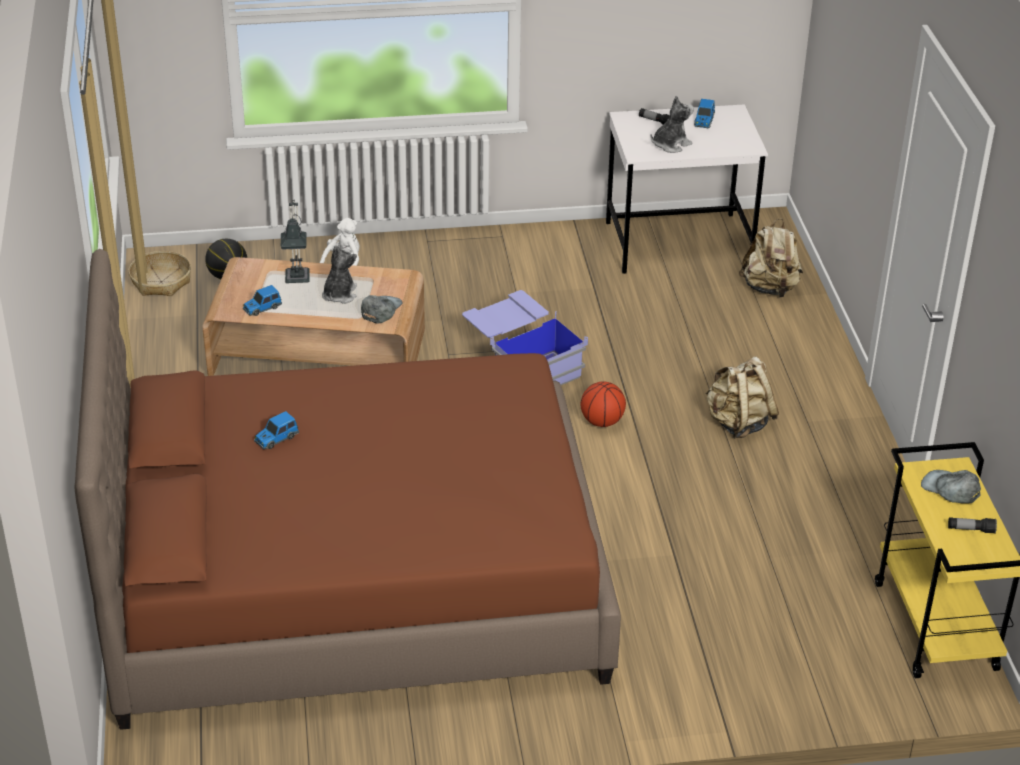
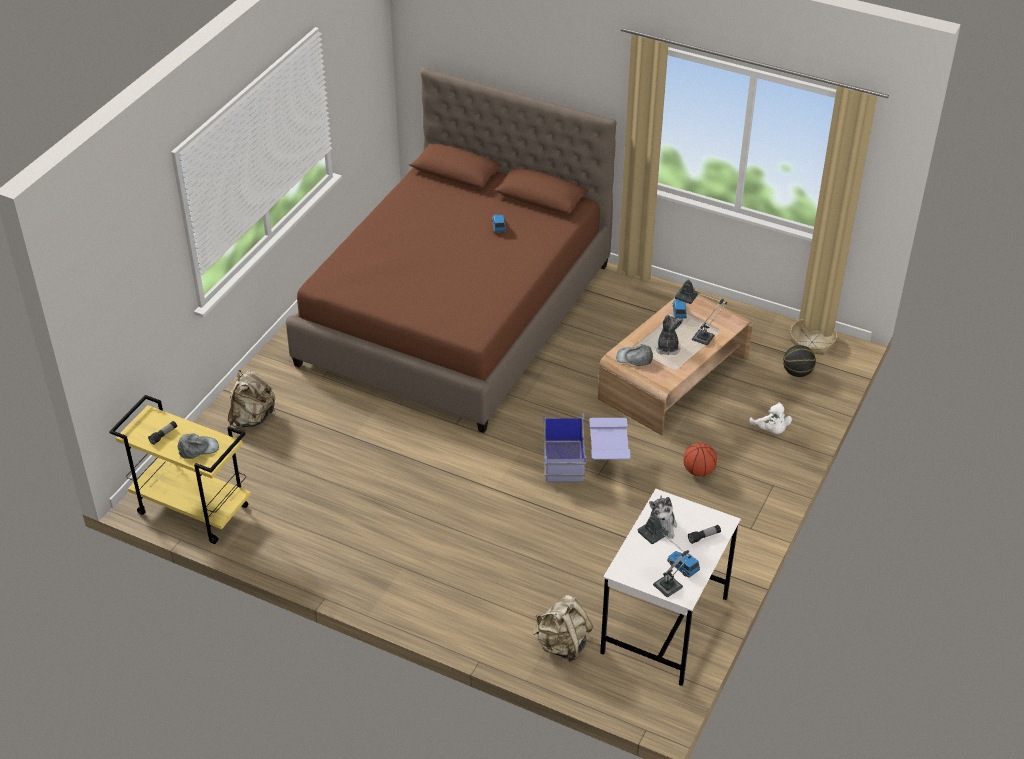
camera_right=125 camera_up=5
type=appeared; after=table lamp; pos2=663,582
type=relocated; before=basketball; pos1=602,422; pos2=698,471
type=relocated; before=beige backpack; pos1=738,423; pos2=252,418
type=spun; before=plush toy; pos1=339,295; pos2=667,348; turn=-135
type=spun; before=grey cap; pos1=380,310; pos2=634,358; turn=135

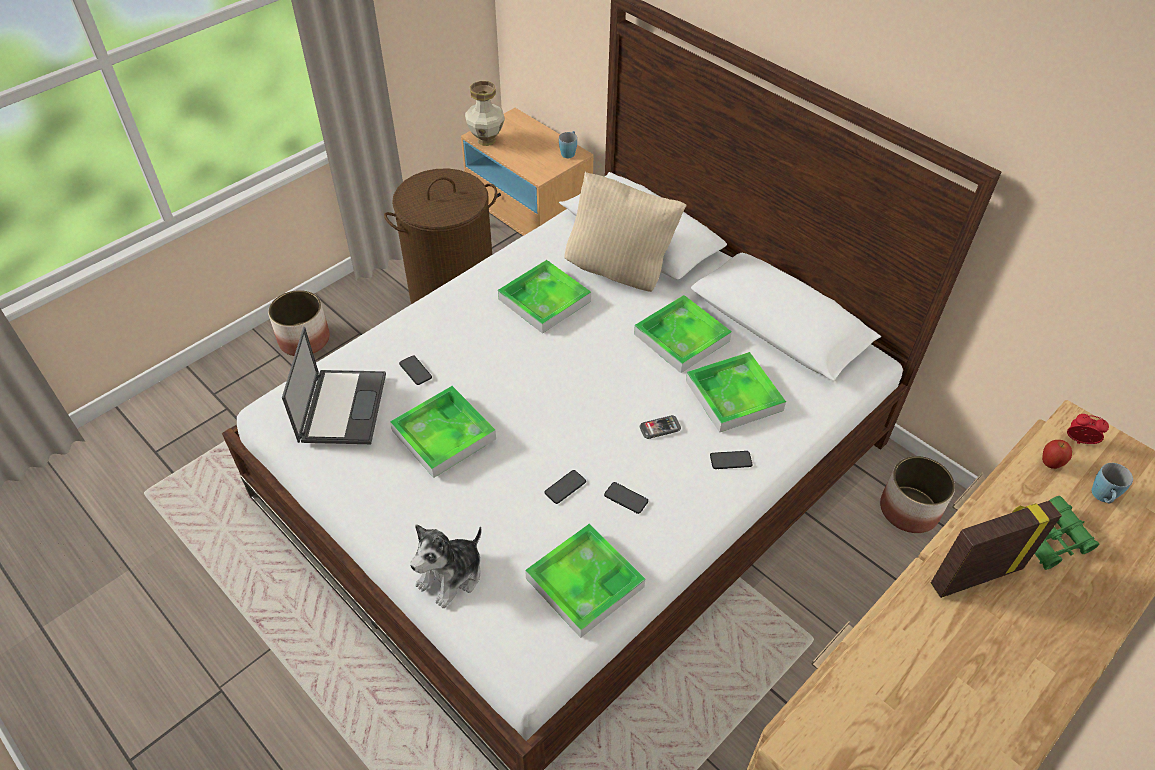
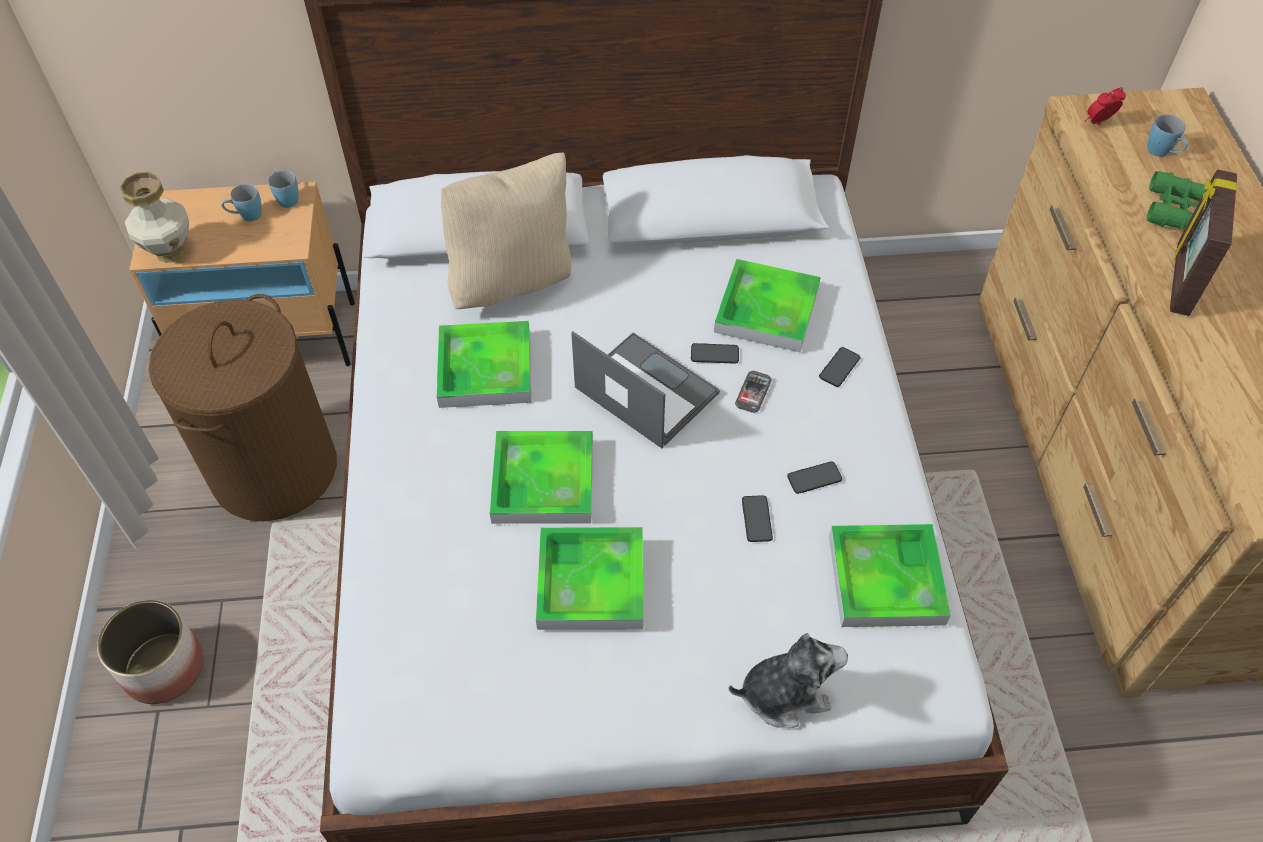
camera_right=-50 camera_up=5
type=missing; before=planter; pos1=909,510
type=missing; before=apple; pos1=1050,464
type=appeared; after=blue mug; pos2=246,216
type=relocated; before=laptop; pos1=342,406; pos2=644,390
type=relocated; before=phone; pos1=415,371; pos2=714,354
type=relocated; before=tray; pos1=681,337; pos2=543,481
type=spun; before=plush toy; pos1=451,576; pos2=784,693; turn=-90

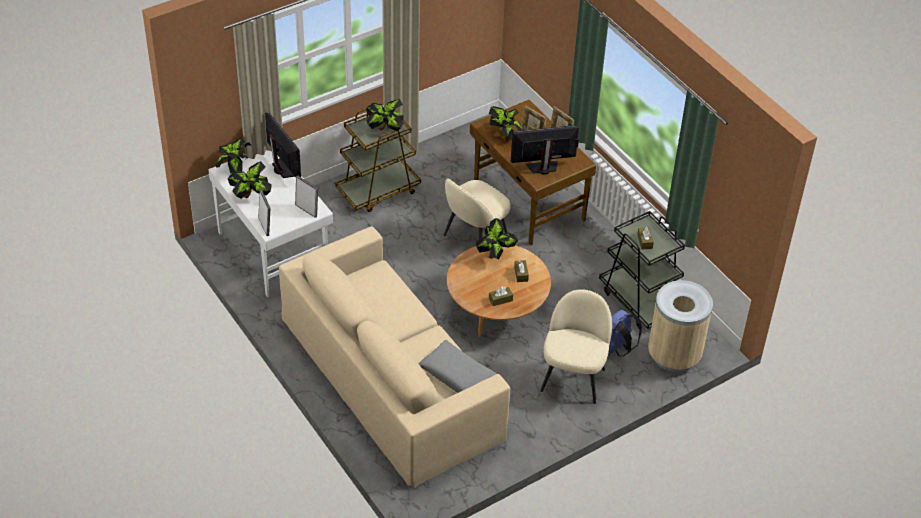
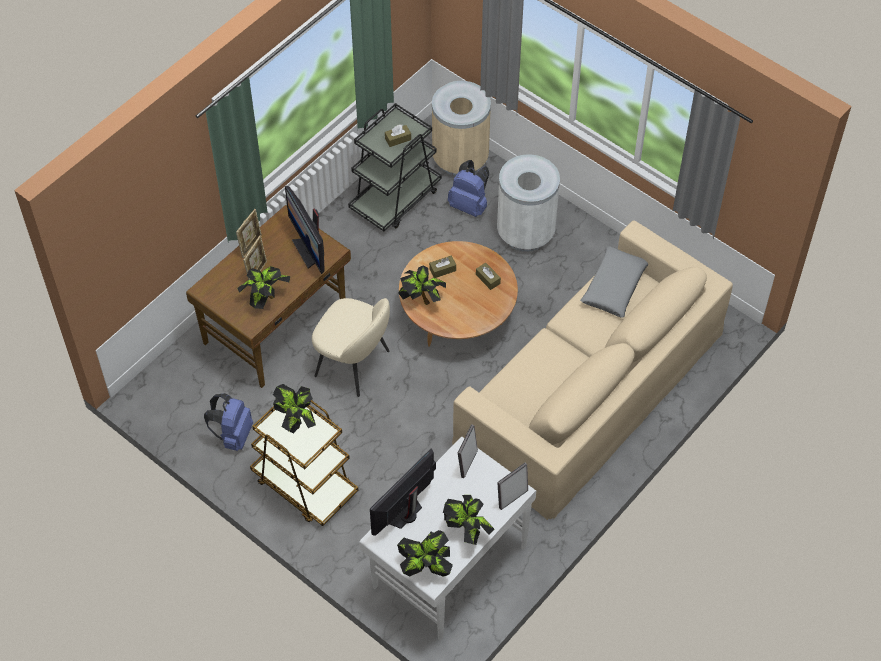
camera_right=-105 camera_up=10
type=appeared; after=blue backpack; pos2=233,435
type=exchanged; before=beige chair; after=white trash can; pos1=573,378; pos2=525,233

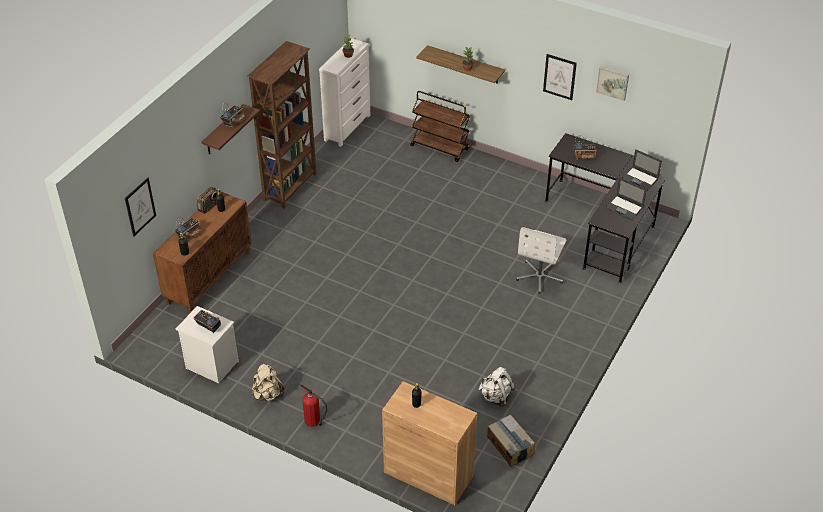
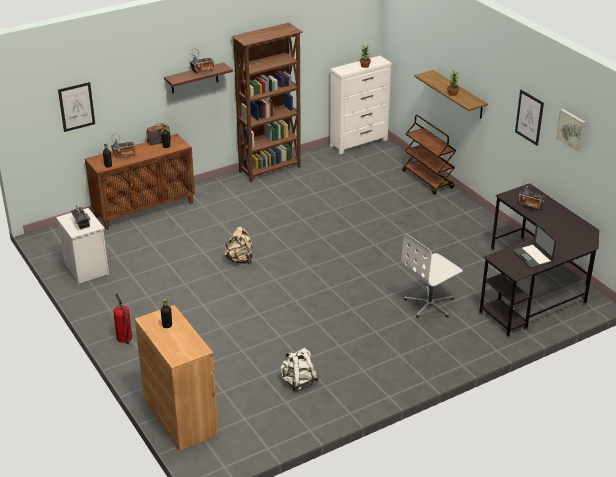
camera_right=30 camera_up=-10
type=missing; before=cardboard box; pos1=510,445
type=missing; before=laptop; pos1=640,179
type=relocated; before=beige backpack; pos1=268,394; pos2=240,260

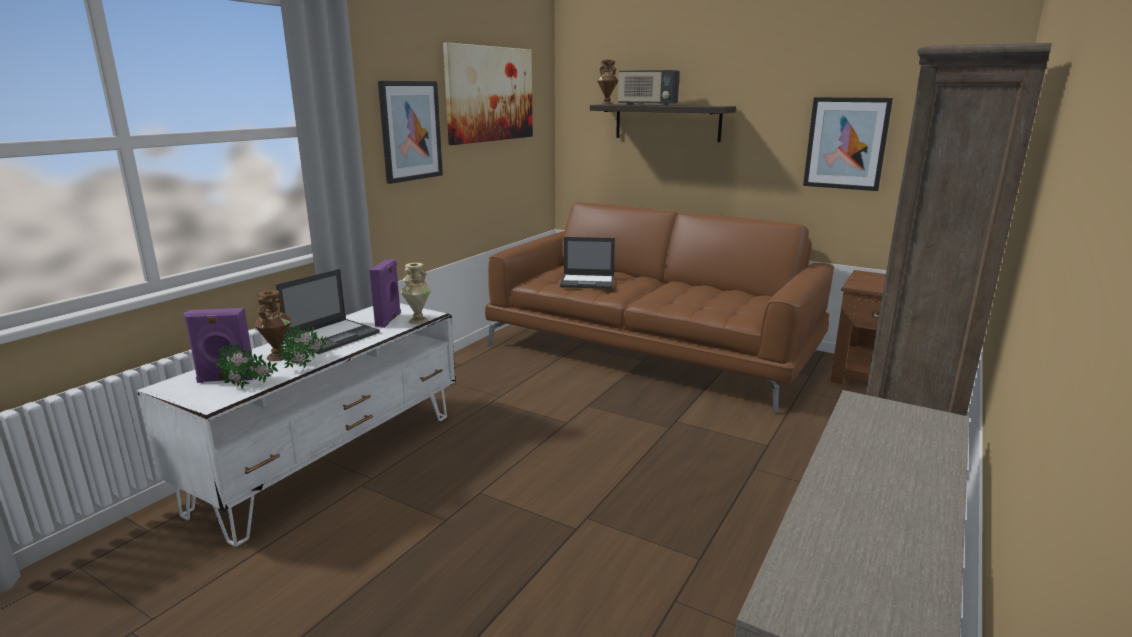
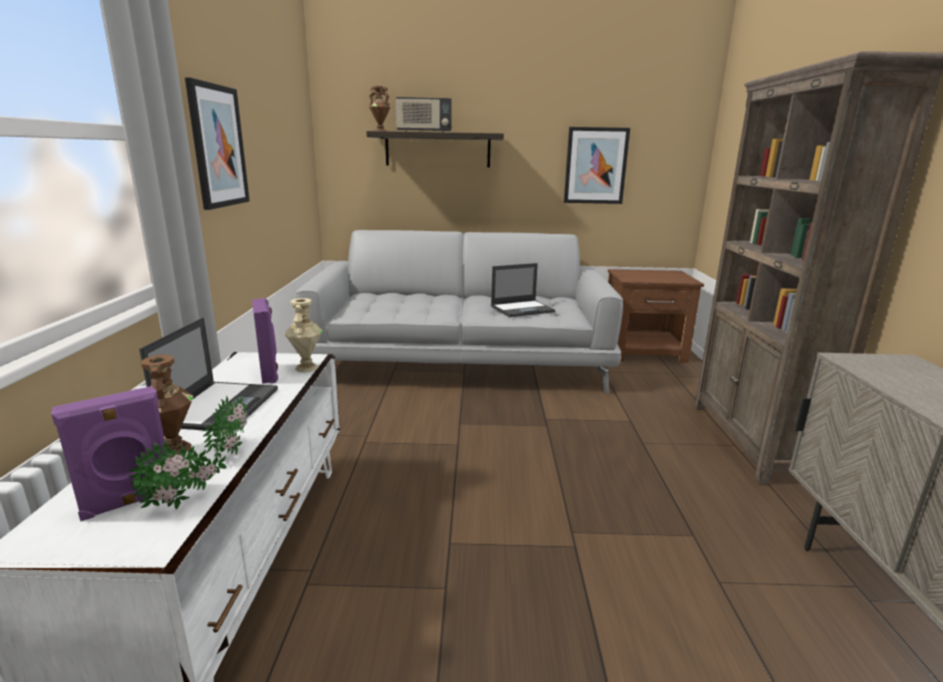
camera_right=-30 camera_up=0
type=missing; before=picture; pos1=490,94
type=relocated; before=laptop; pos1=588,282; pos2=523,309
type=colour; before=brown sofa; after=grey sofa; pos1=652,349; pos2=461,361

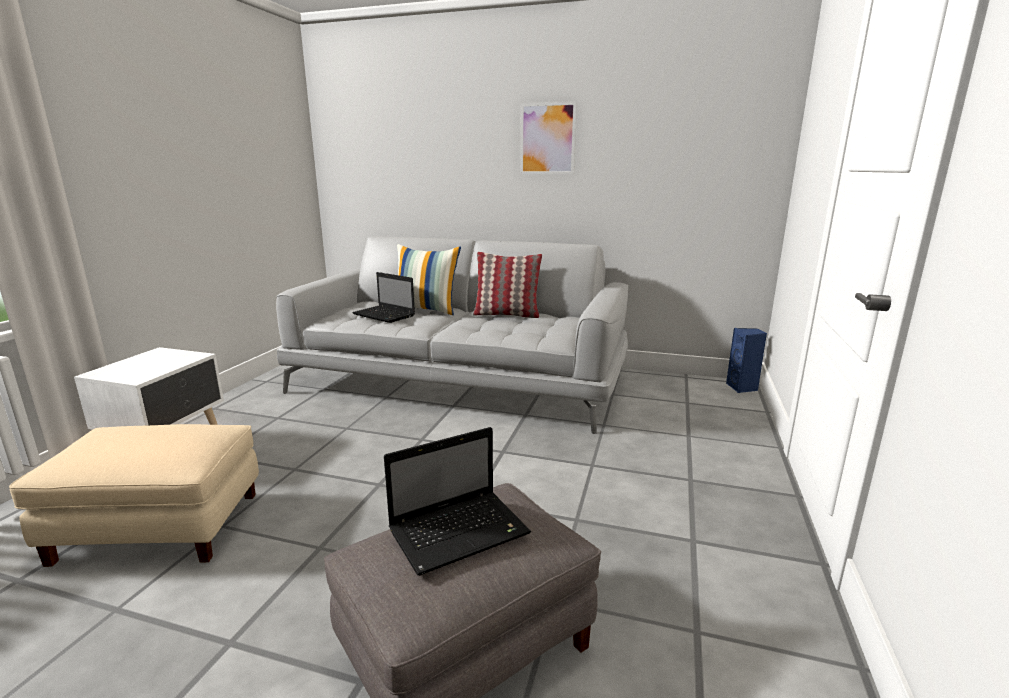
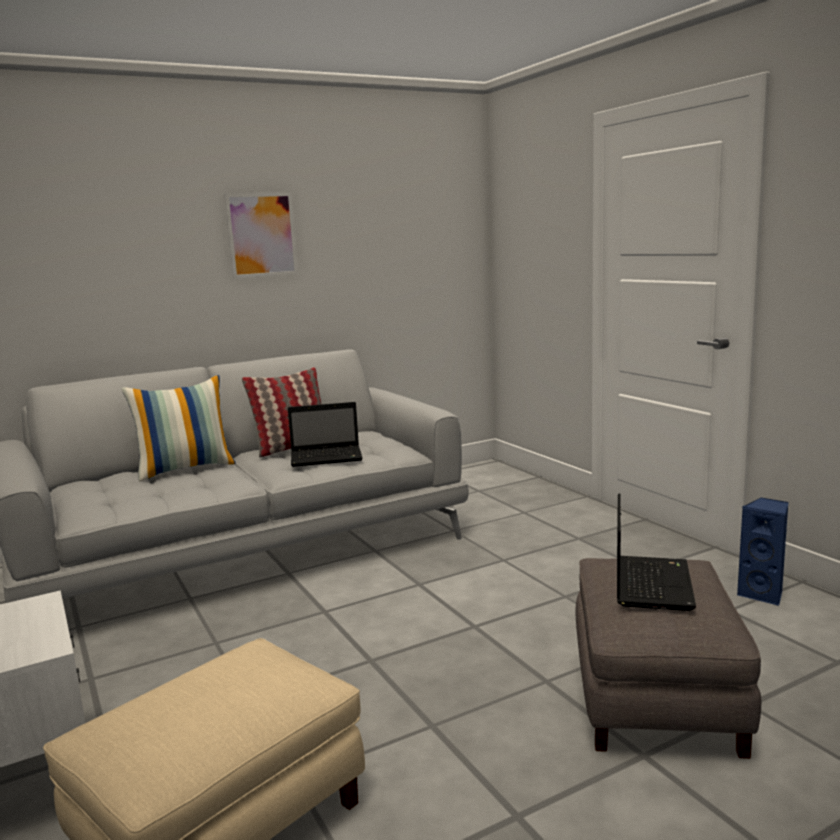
camera_right=-45 camera_up=-5
type=relocated; before=laptop; pos1=385,315; pos2=328,457
type=relocated; before=blue speaker; pos1=742,388; pos2=763,594

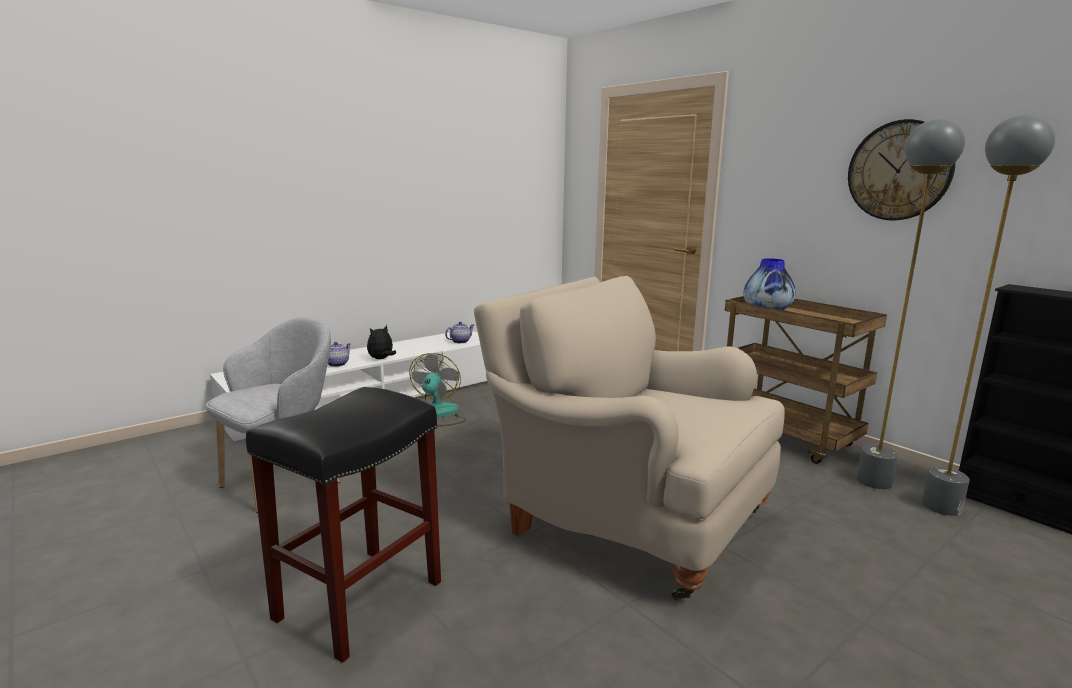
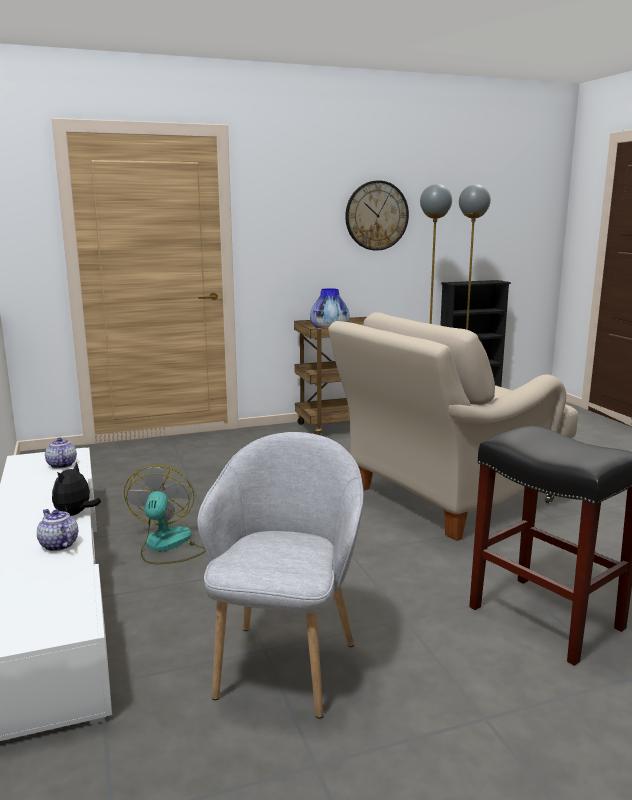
camera_right=-70 camera_up=0
type=spun; before=grey armchair; pos1=283,481; pos2=285,664; turn=45
type=spun; before=plush toy; pos1=381,359; pos2=75,514; turn=45
type=spun; before=fan; pos1=438,415; pos2=166,546; turn=60

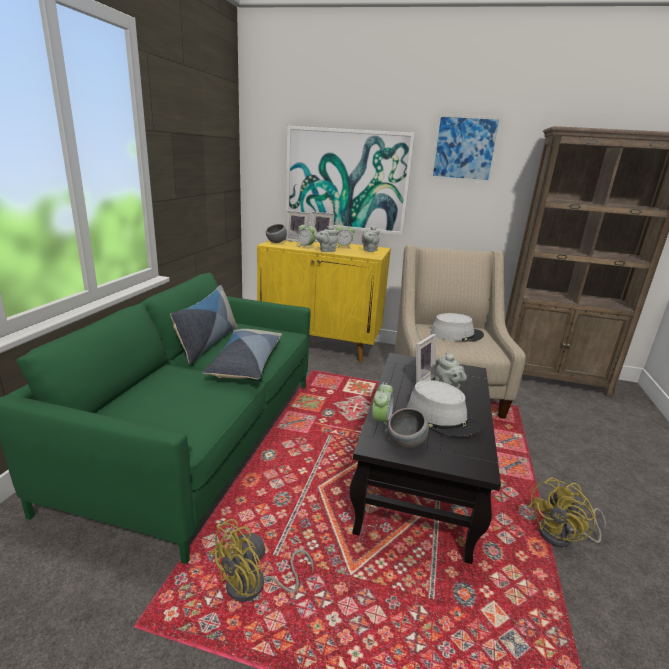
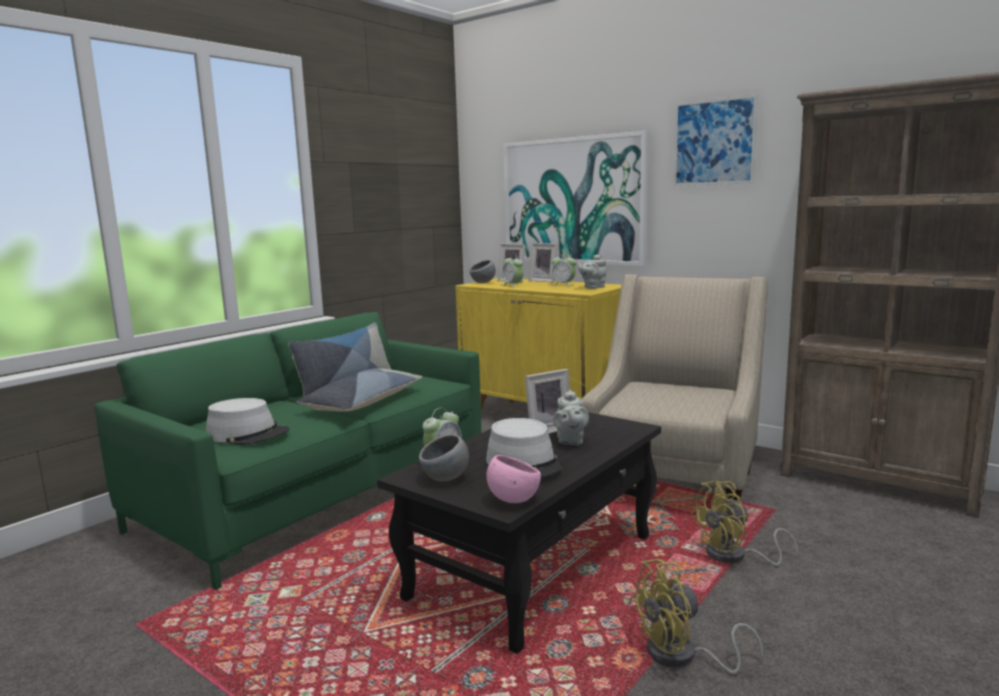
camera_right=25 camera_up=-10
type=missing; before=grey teapot; pos1=326,250
type=appeared; after=pink bowl; pos2=513,500
type=relocated; before=yellow fan; pos1=254,586; pos2=734,557
type=relocated; before=grey hat; pos1=456,334; pos2=248,434

